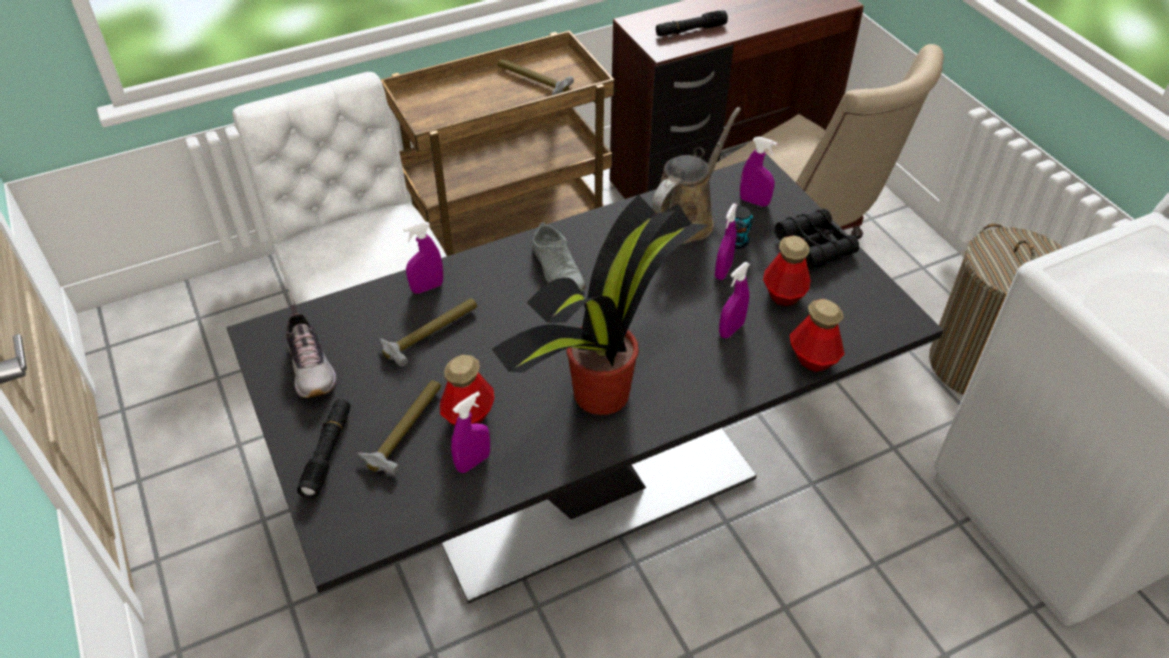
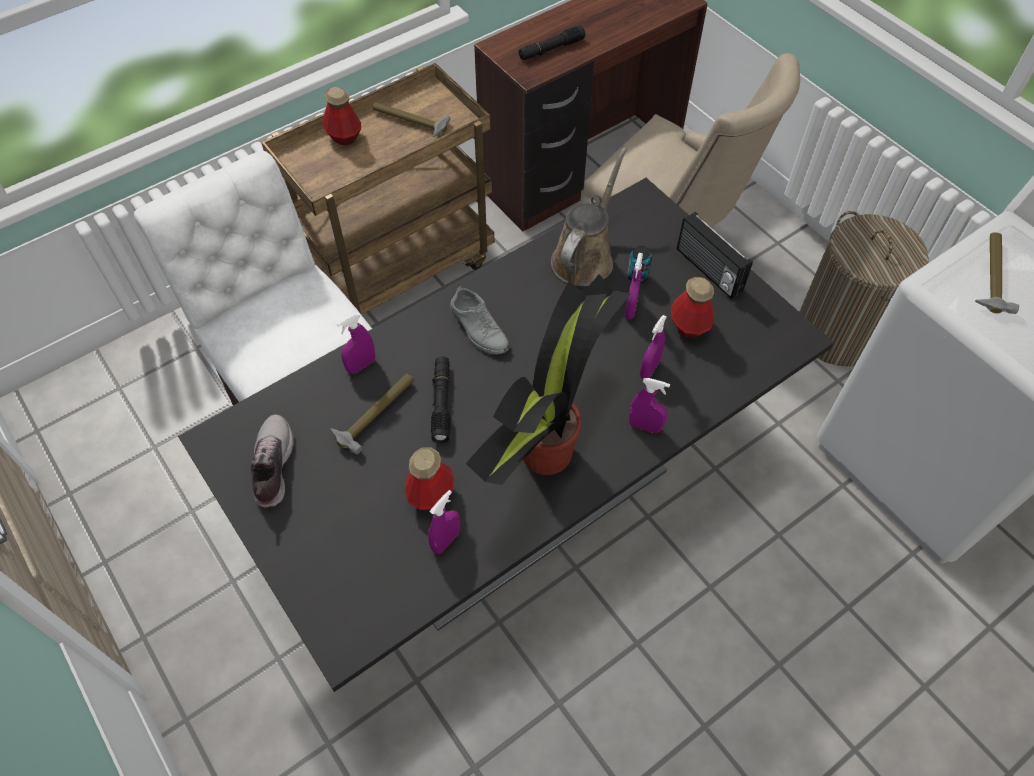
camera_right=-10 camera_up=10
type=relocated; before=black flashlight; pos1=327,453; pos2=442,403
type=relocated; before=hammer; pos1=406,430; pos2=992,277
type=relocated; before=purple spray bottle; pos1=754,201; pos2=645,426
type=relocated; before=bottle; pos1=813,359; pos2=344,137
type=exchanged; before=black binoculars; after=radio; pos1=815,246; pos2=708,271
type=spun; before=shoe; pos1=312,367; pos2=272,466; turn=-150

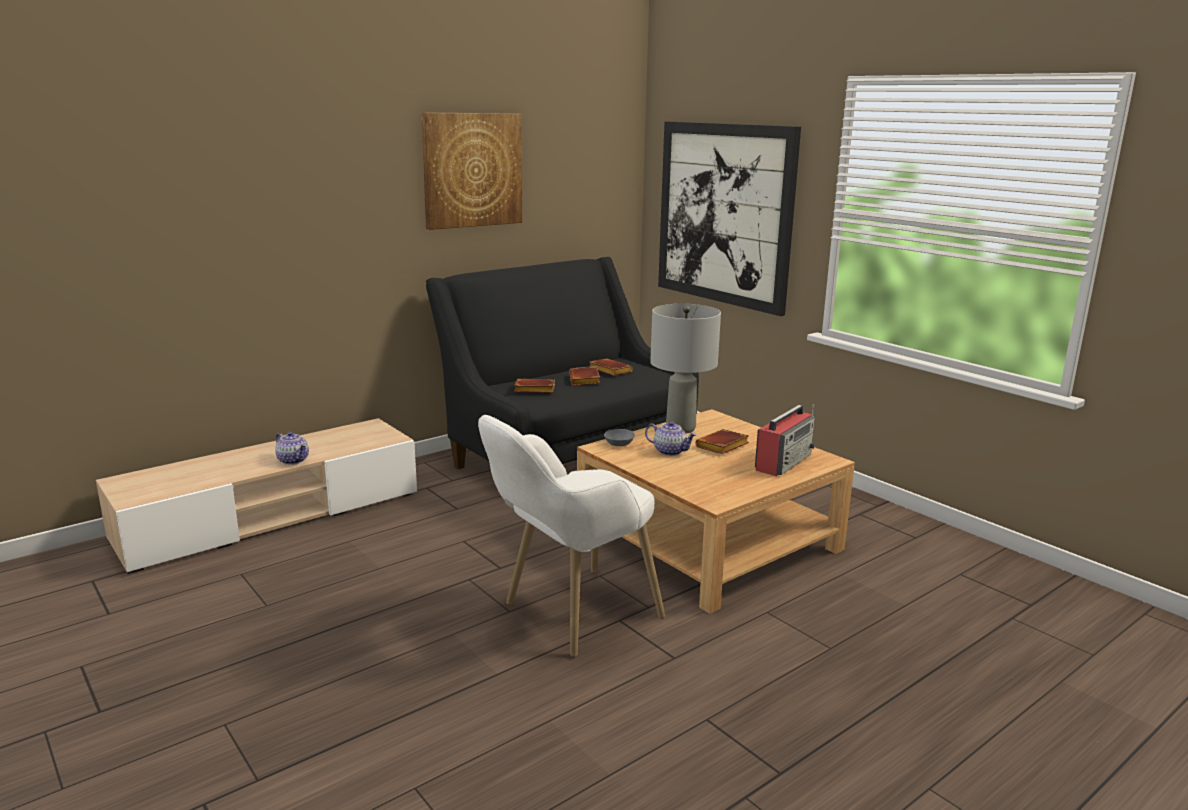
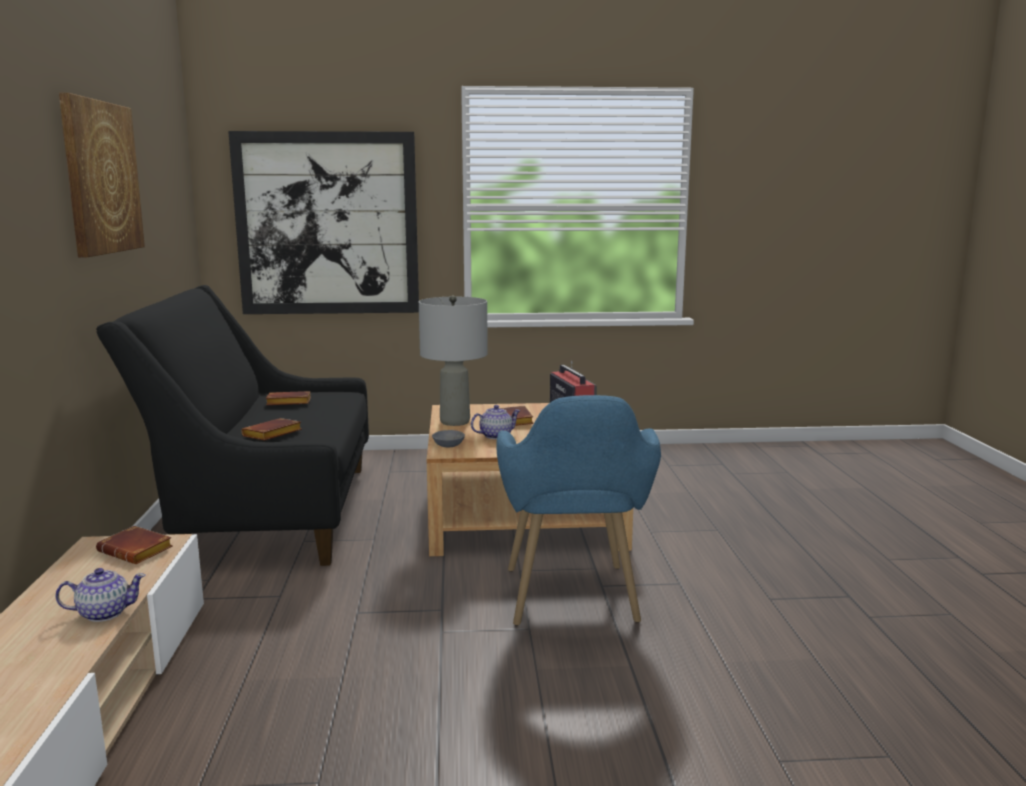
camera_right=-55 camera_up=-5
type=relocated; before=brown book; pos1=585,380; pos2=138,551
type=colour; before=white armchair; after=blue armchair; pos1=567,618; pos2=572,605

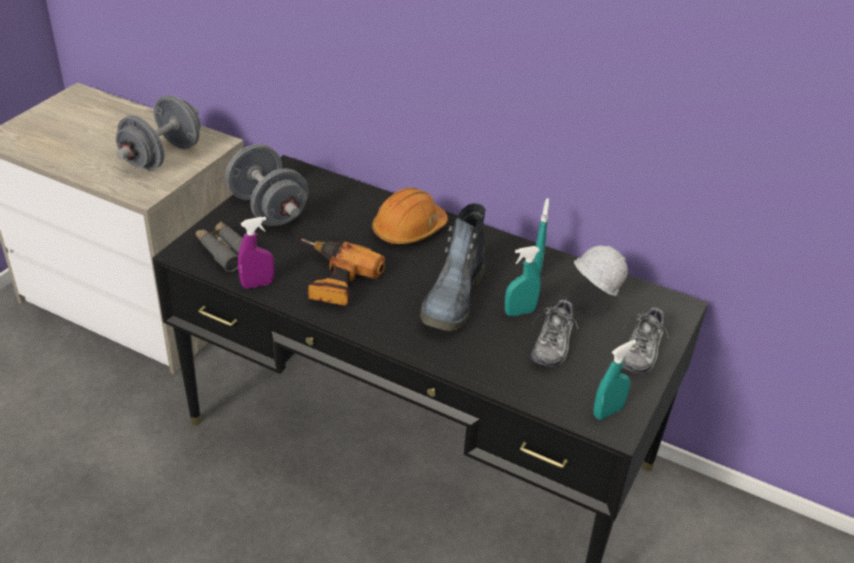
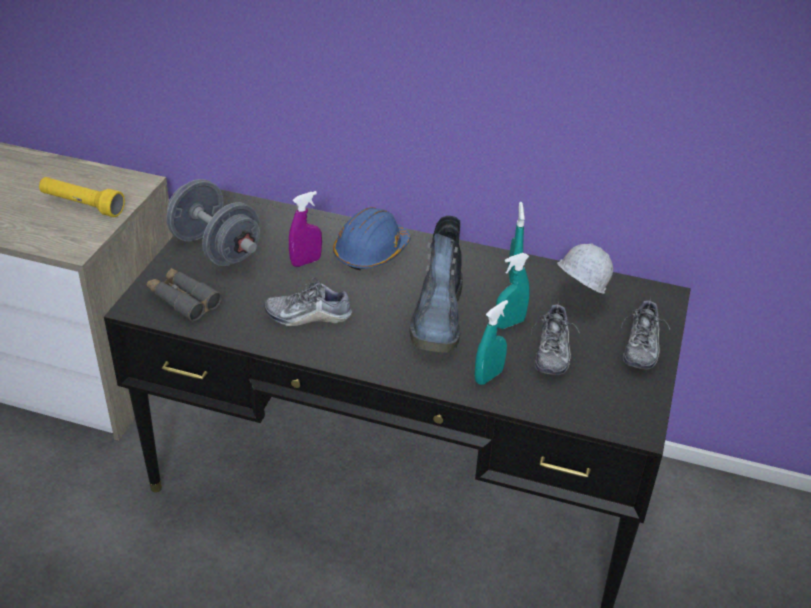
camera_right=-10 camera_up=0
type=relocated; before=purple spray bottle; pos1=257,284; pos2=306,262
type=relocated; before=turquoise spray bottle; pos1=608,412; pos2=488,376
type=exchanged; before=grey dumbbell; after=yellow flashlight; pos1=162,156; pos2=82,205
type=exchanged; before=power drill; after=shoe; pos1=333,280; pos2=308,315
type=colour; before=orange hard hat; after=blue hard hat; pos1=409,230; pos2=371,252

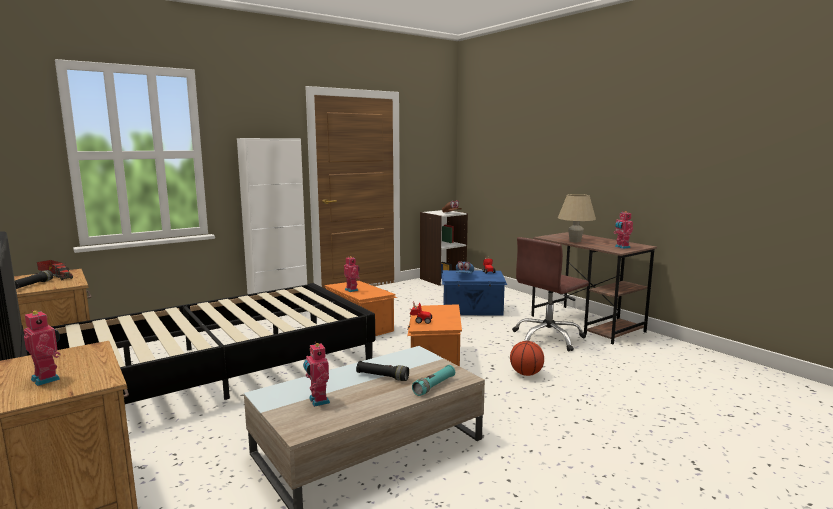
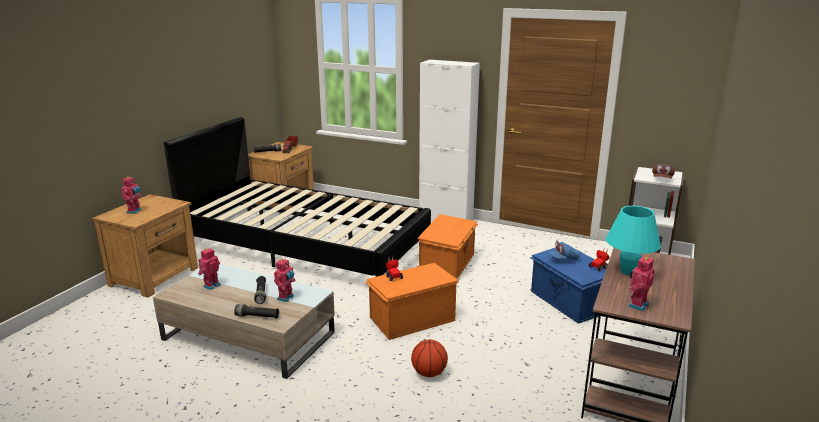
camera_right=60 camera_up=10
type=missing; before=brown office chair; pos1=548,338
type=relocated; before=toy robot; pos1=352,290; pos2=286,298
type=colour; before=turquoise flashlight; after=black flashlight; pos1=434,386; pos2=257,316
type=colour; before=beige table lamp; after=turquoise table lamp; pos1=575,241; pos2=628,271

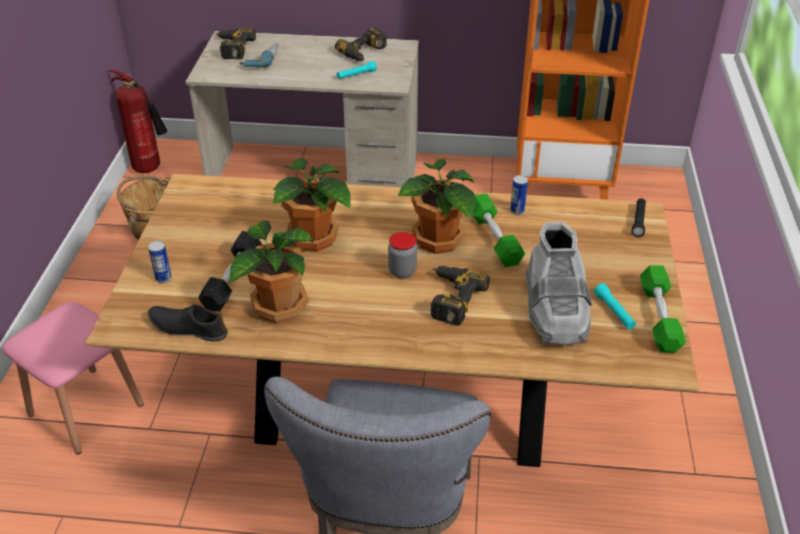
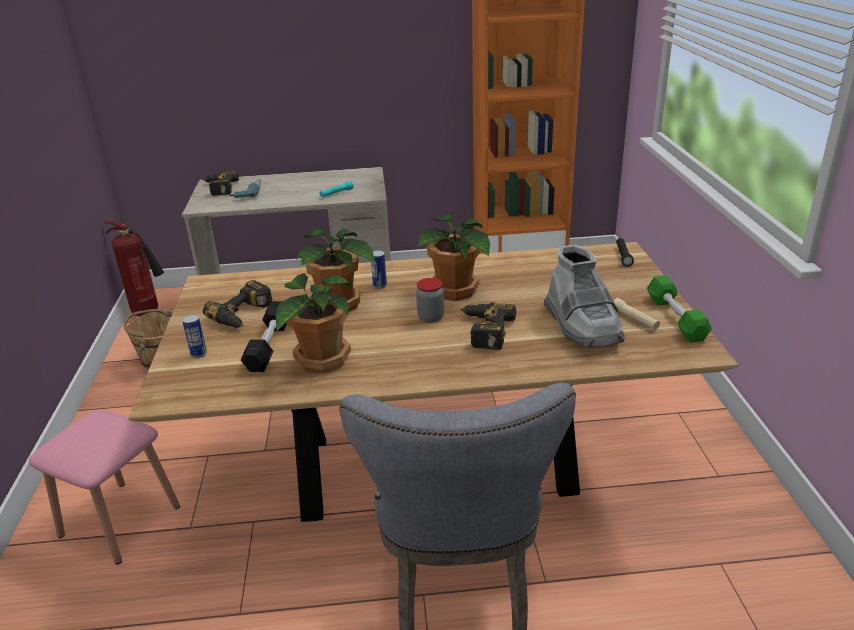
camera_right=-10 camera_up=-10
type=missing; before=black shoe; pos1=188,327
type=missing; before=green dumbbell; pos1=494,239
type=relocated; before=power drill; pos1=365,53; pos2=245,315
type=relocated; before=can; pos1=517,210; pos2=380,286
type=colour; before=turquoise flashlight; after=beige flashlight; pos1=614,312; pos2=634,320

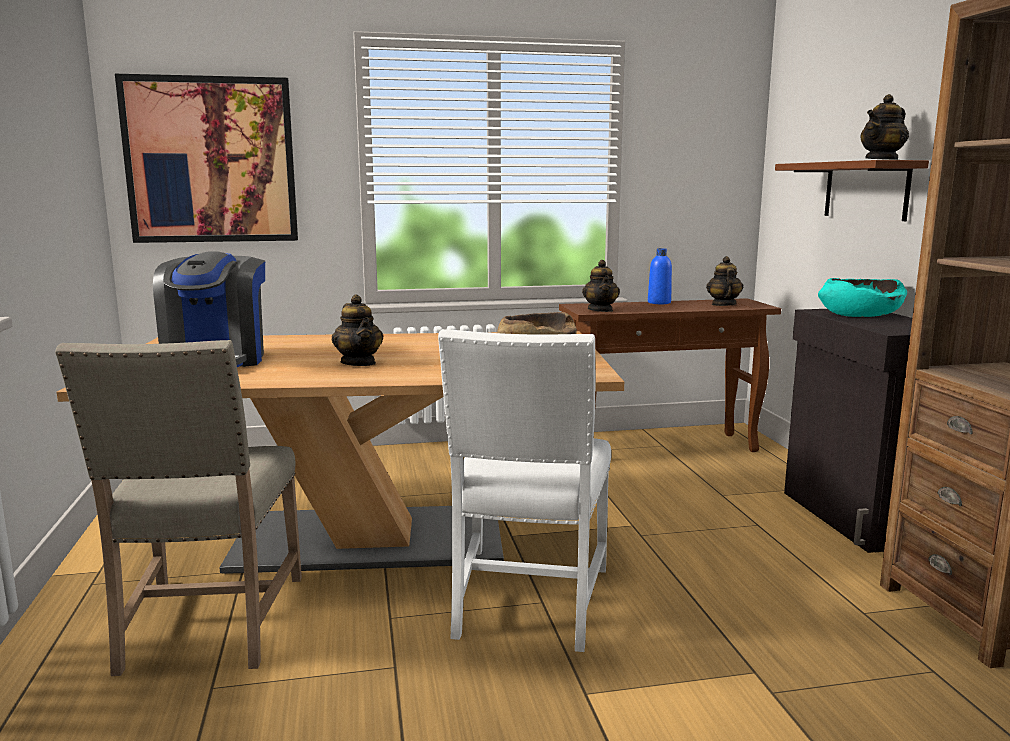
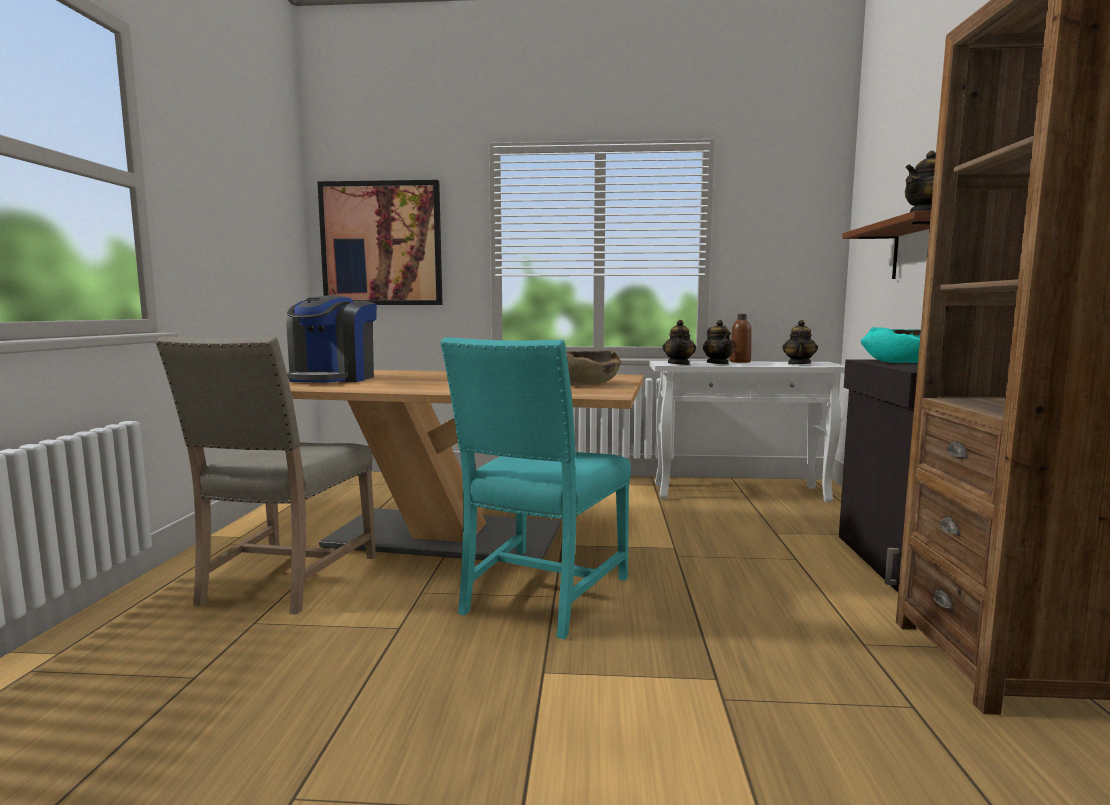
camera_right=15 camera_up=-5
type=relocated; before=teapot; pos1=359,363; pos2=718,363
type=colour; before=white chair; after=turquoise chair; pos1=528,603; pos2=541,596
type=colour; before=brown console table; after=white console table; pos1=662,448; pos2=740,493
type=colour; before=blue bottle; after=brown bottle; pos1=659,302; pos2=740,362

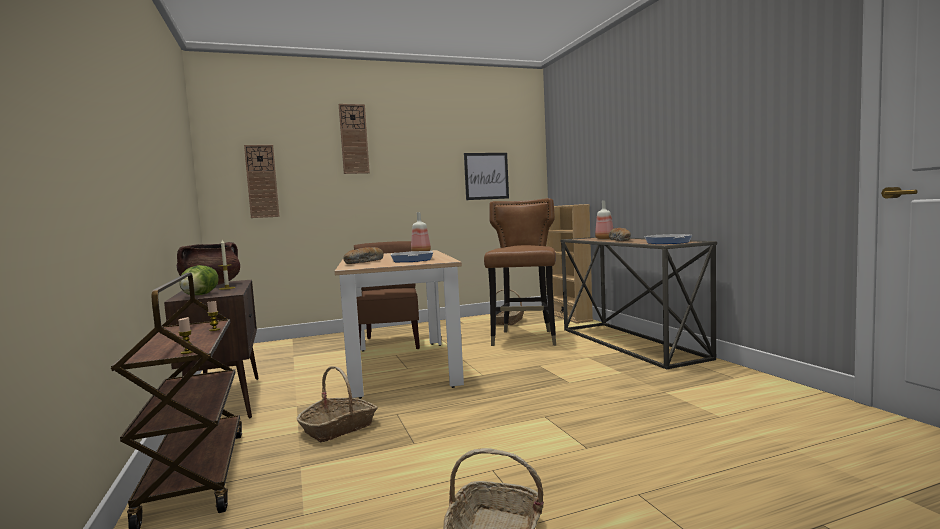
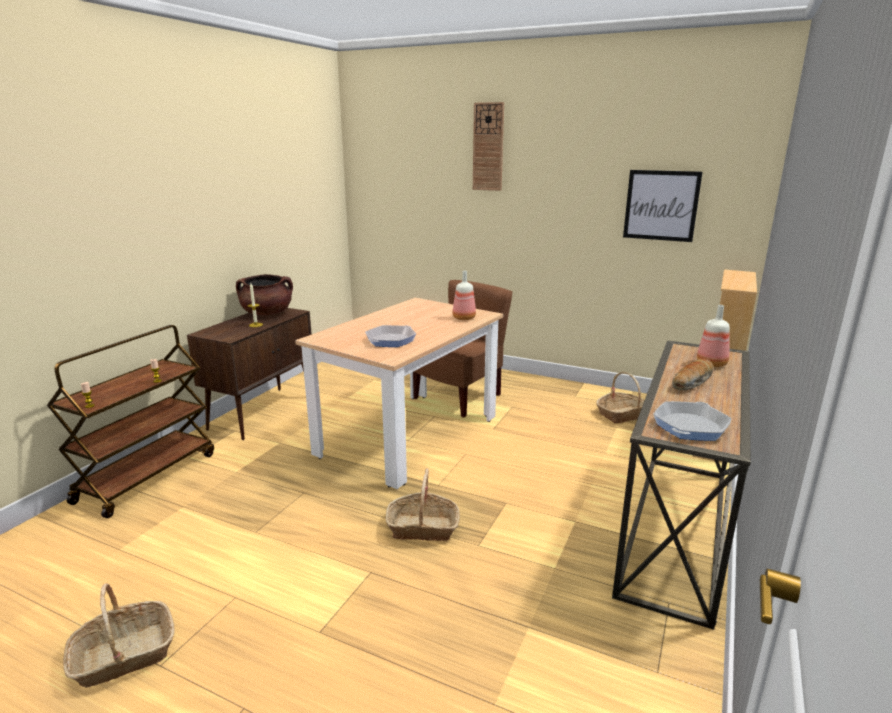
camera_right=45 camera_up=15
type=missing; before=lettuce; pos1=200,295
type=missing; before=wall clock; pos1=262,181
type=missing; before=bread; pos1=365,262
type=missing; before=brown chair; pos1=525,339
type=relocated; before=basket; pos1=339,428; pos2=423,528

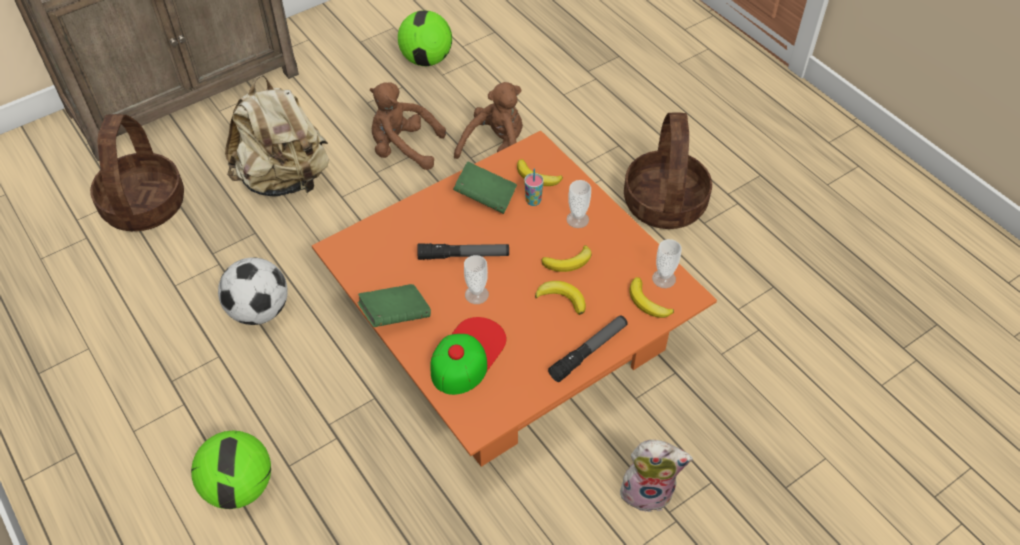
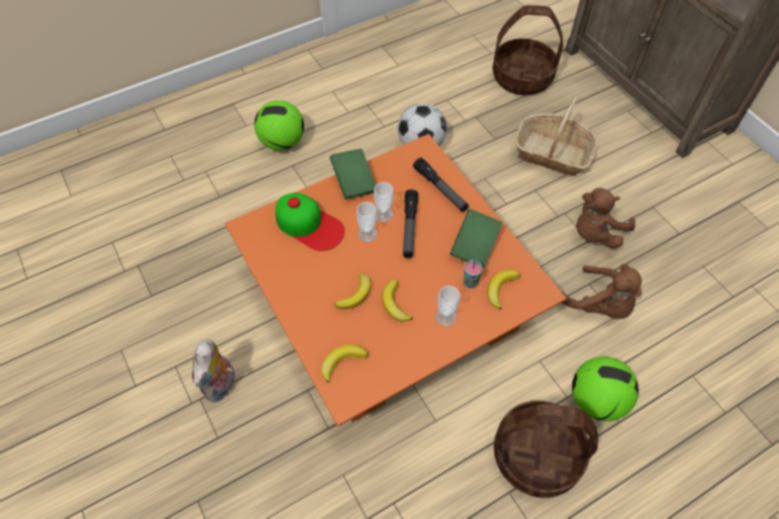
camera_right=95 camera_up=5
type=relocated; before=football; pos1=426,59; pos2=597,400
type=relocated; before=flashlight; pos1=588,351; pos2=440,189
type=relocated; before=cup; pos1=664,279; pos2=383,214
type=exchanged; before=beige backpack; after=basket; pos1=285,179; pos2=552,154
type=spun; before=brown plush toy; pos1=403,148; pos2=595,232; turn=-150

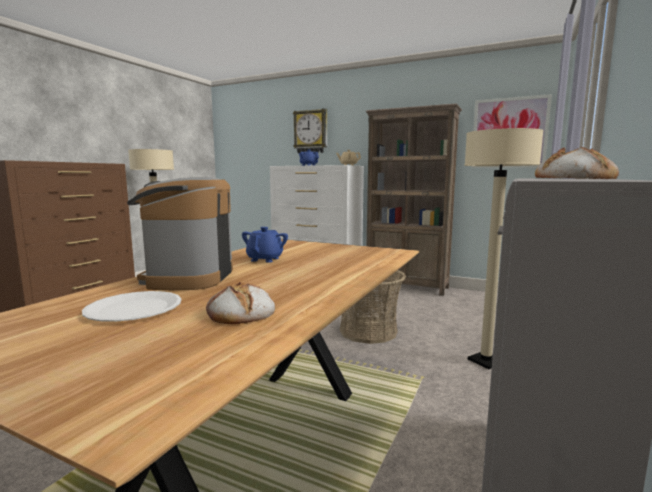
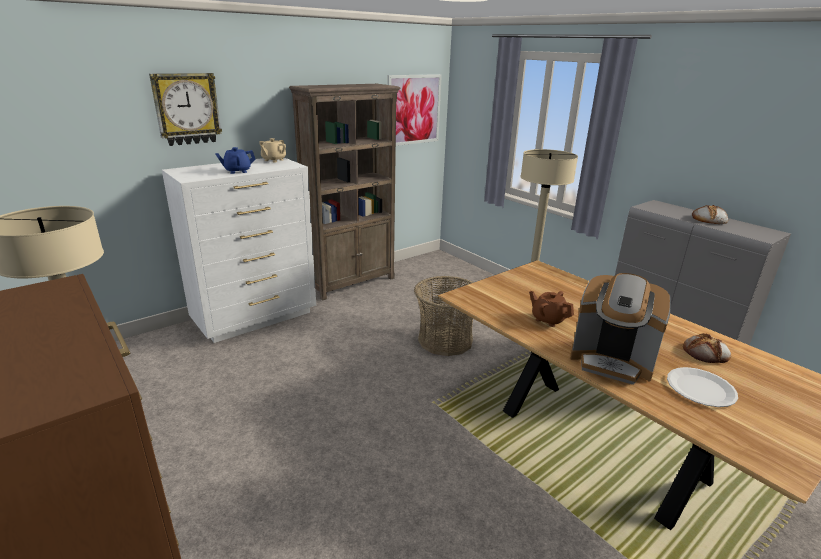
camera_right=-65 camera_up=15
type=colour; before=blue teapot; after=brown teapot; pos1=265,259; pos2=548,319

